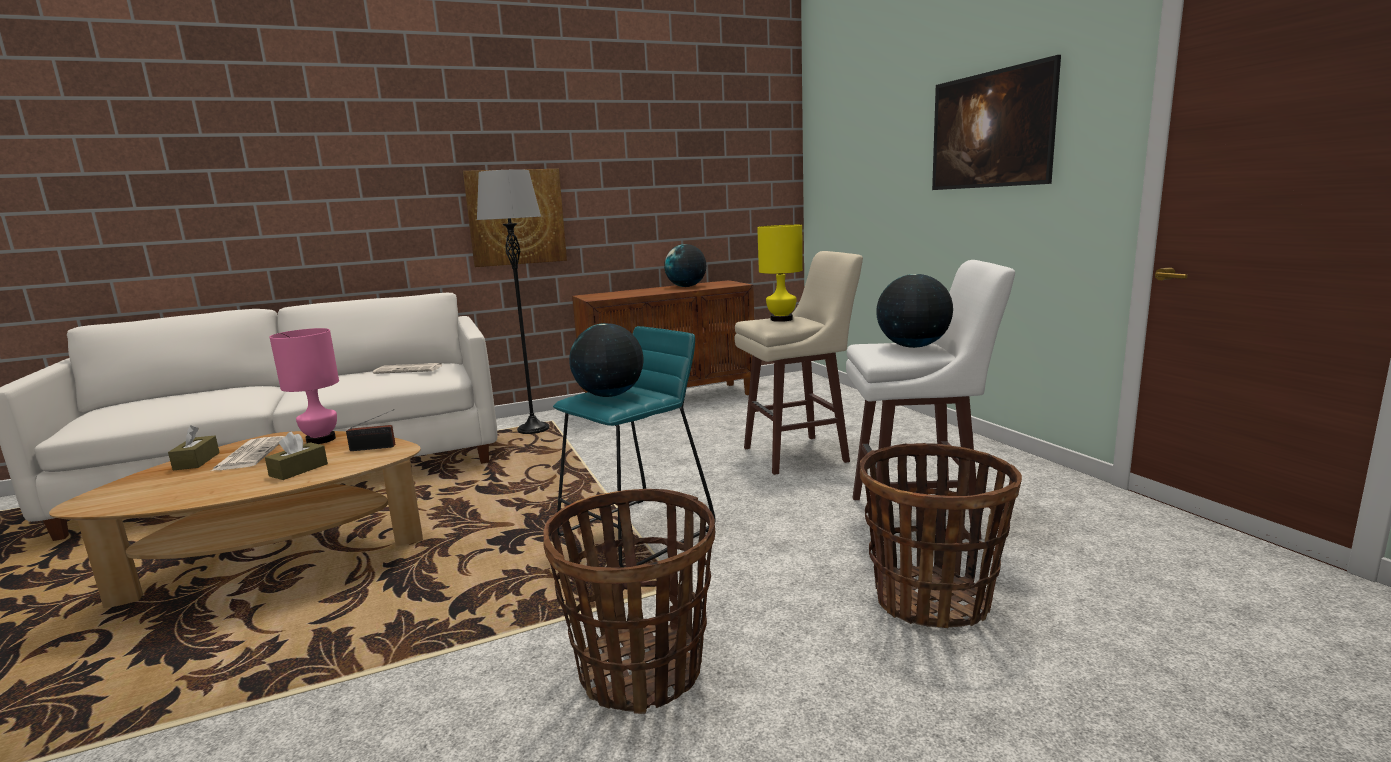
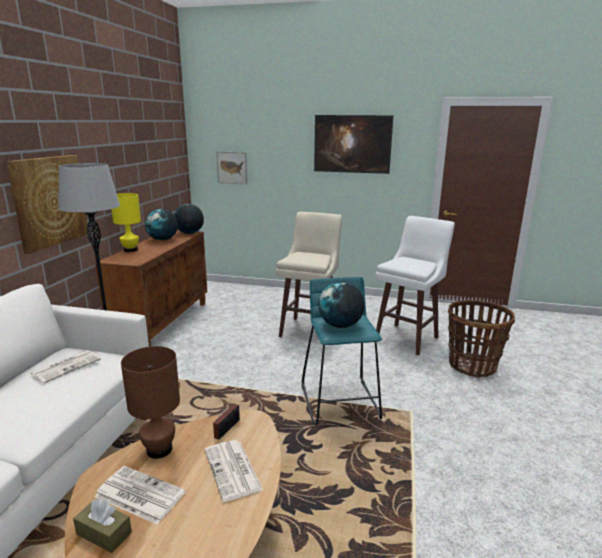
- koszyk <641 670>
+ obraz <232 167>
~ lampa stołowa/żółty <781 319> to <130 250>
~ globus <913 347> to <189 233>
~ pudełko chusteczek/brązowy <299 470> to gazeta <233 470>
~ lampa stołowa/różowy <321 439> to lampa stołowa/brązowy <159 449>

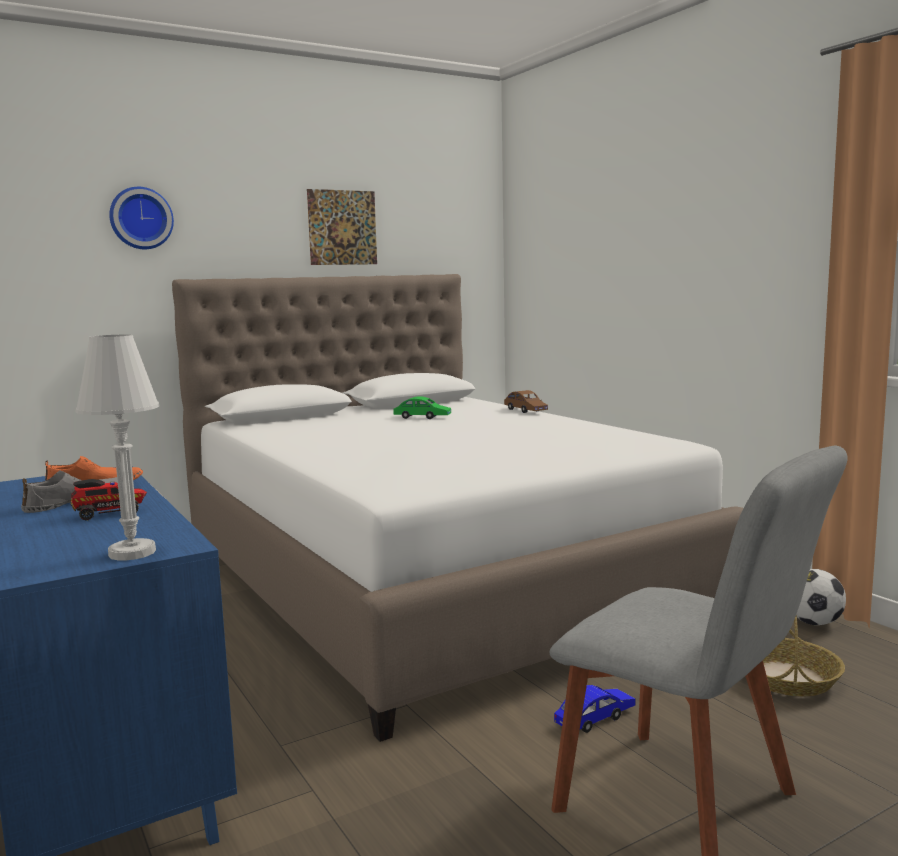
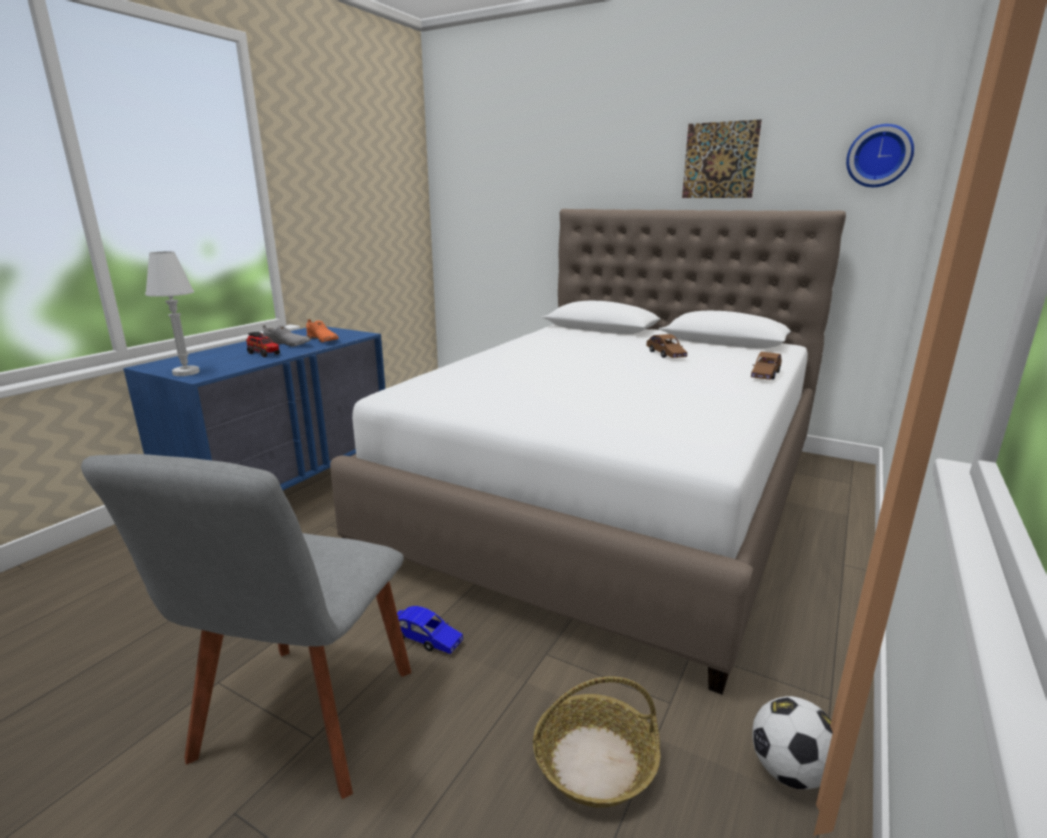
~ zegar ścienny <140 218> to <879 156>
~ samochodzik/zielony <422 417> to samochodzik/brązowy <665 354>

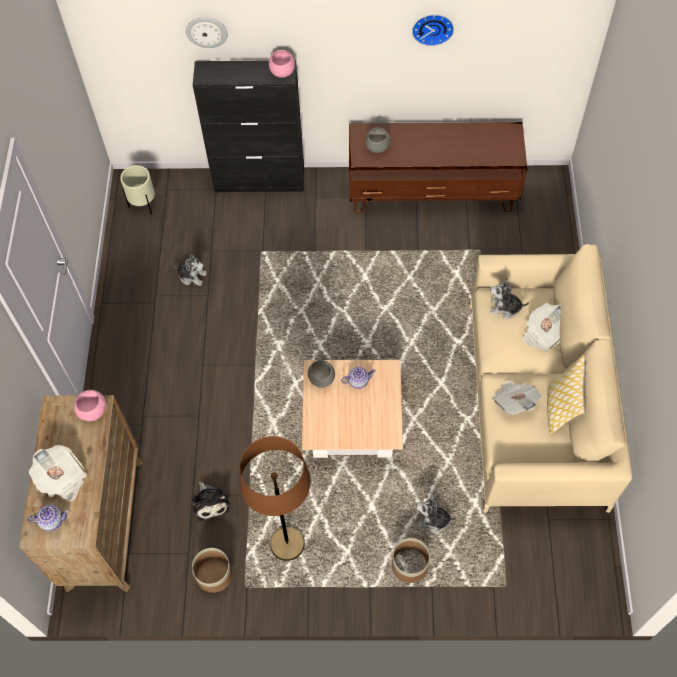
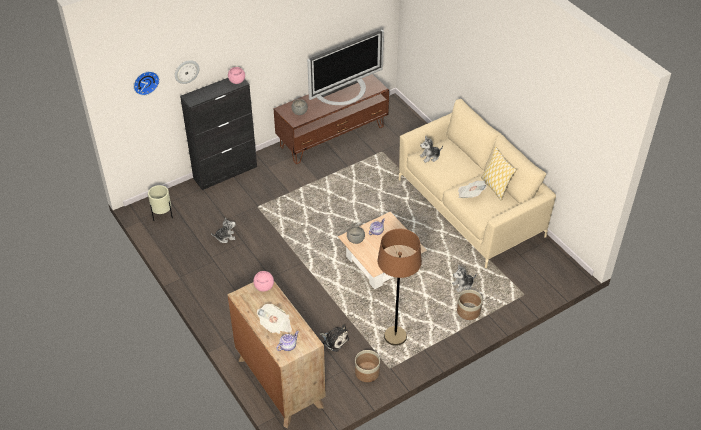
- gazeta <543 333>
+ telewizor <343 92>
~ zegar ścienny <432 27> to <145 82>

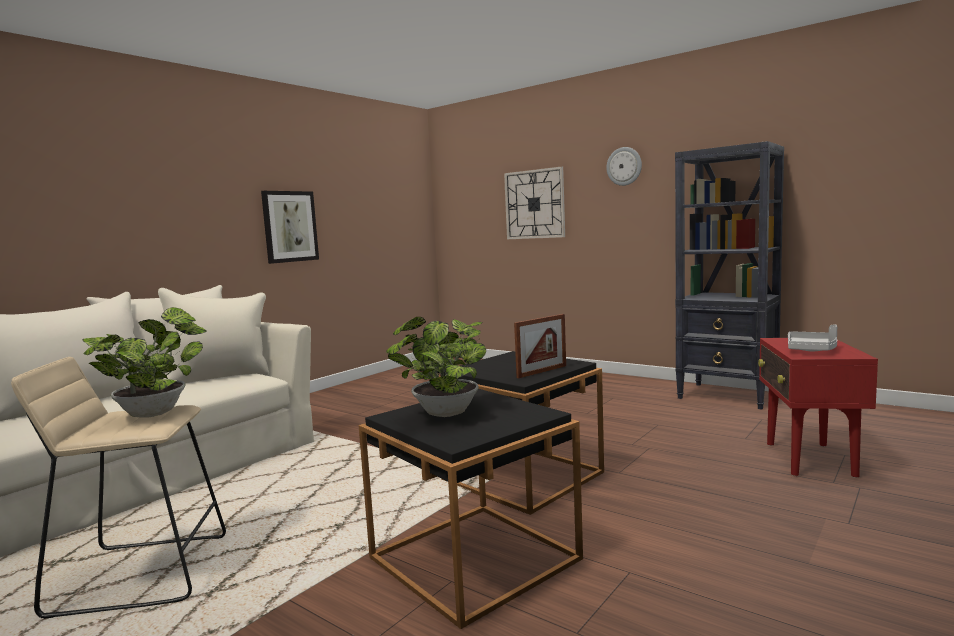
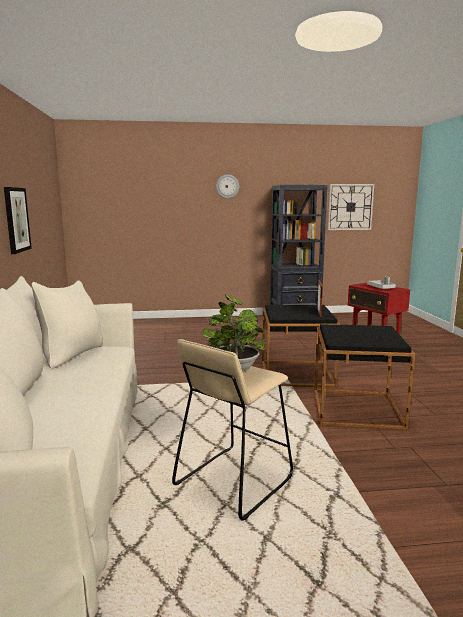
- roślina doniczkowa <443 414>
~ zegar ścienny <534 204> to <350 207>

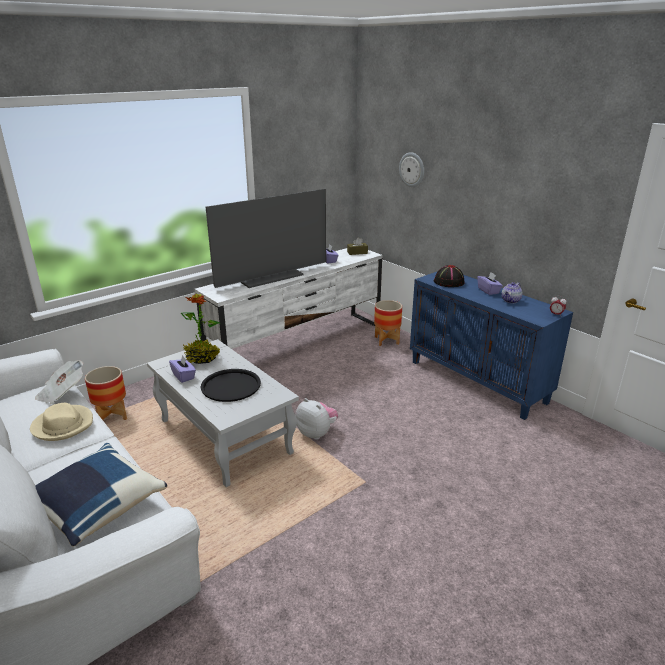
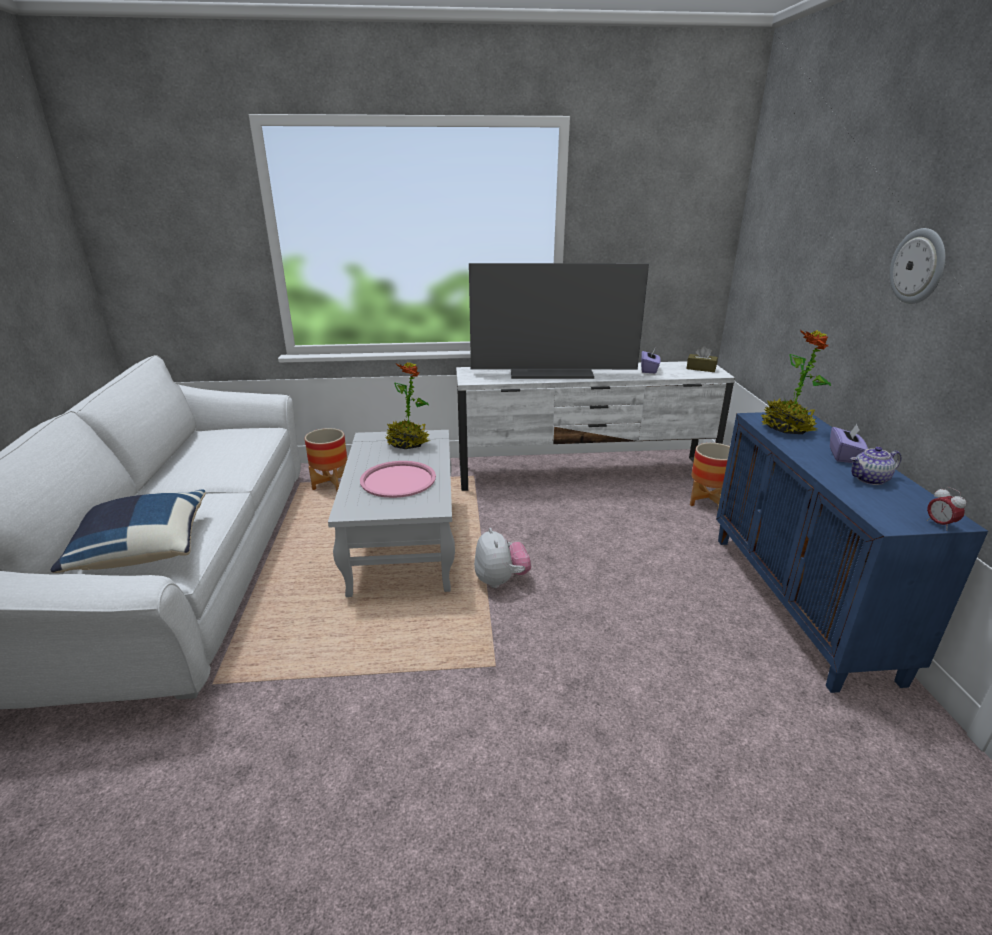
- kapelusz/beżowy <63 425>
- gazeta <62 393>
- pudełko chusteczek/fioletowy <184 376>
~ zegar ścienny <412 169> to <918 266>
~ kapelusz/czarny <448 282> to roślina doniczkowa <787 429>
~ taca/czarny <231 386> to taca/różowy <398 480>

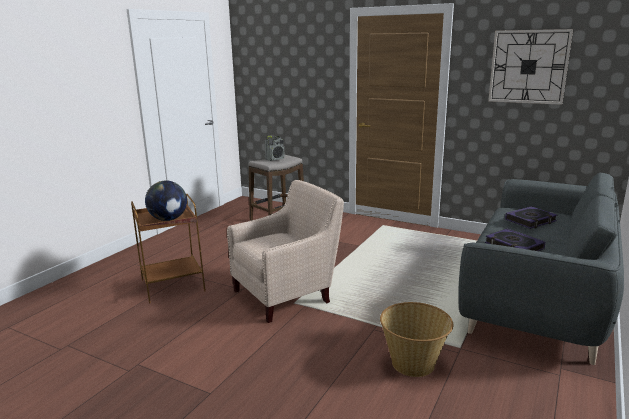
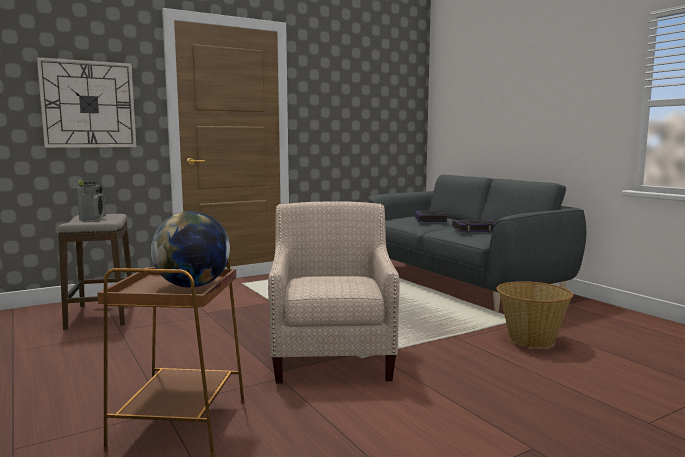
~ zegar ścienny <528 67> to <88 104>

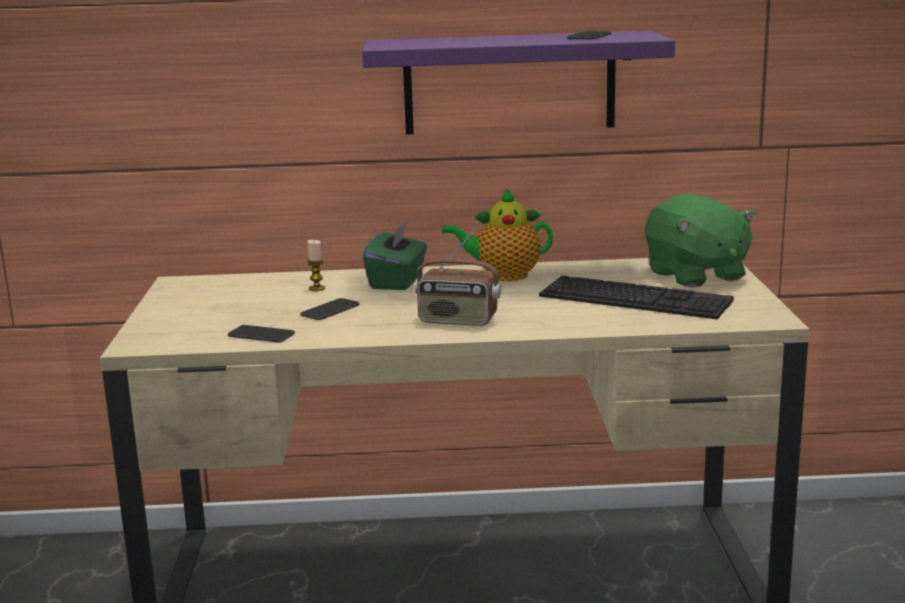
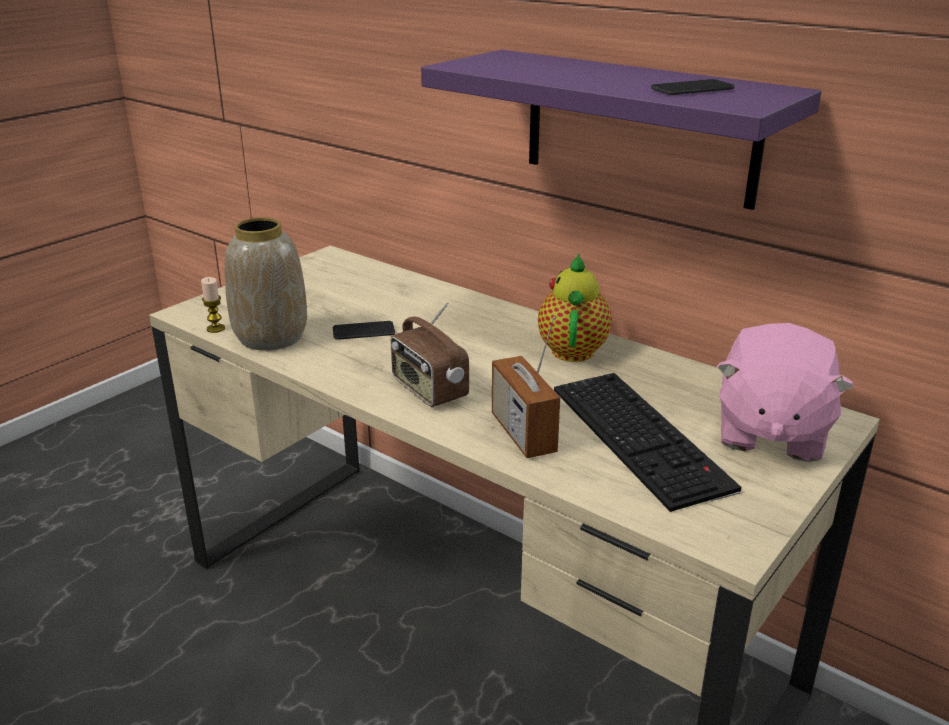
- pudełko chusteczek/zielony <397 281>
+ radio <523 434>
~ świeca <317 288> to <216 328>
~ telefon <261 335> to wazon <270 338>
~ pluszak/zielony <695 275> to pluszak/różowy <769 432>
~ imbryk <503 276> = <573 348> 60 degrees clockwise

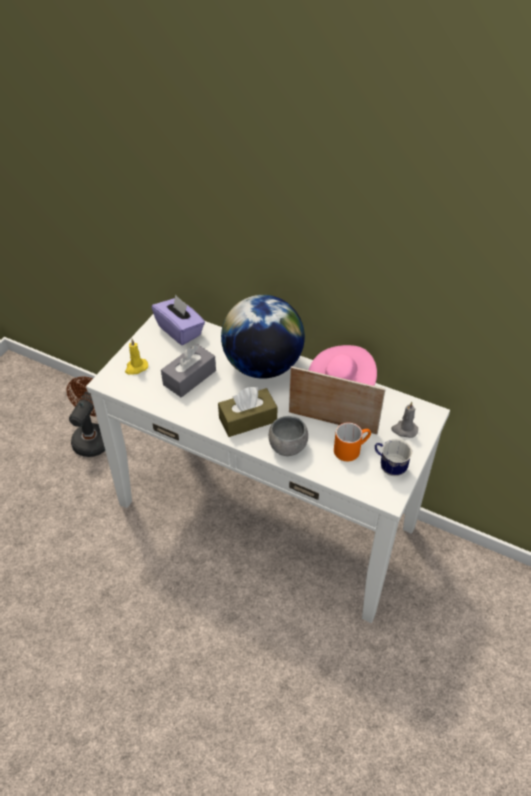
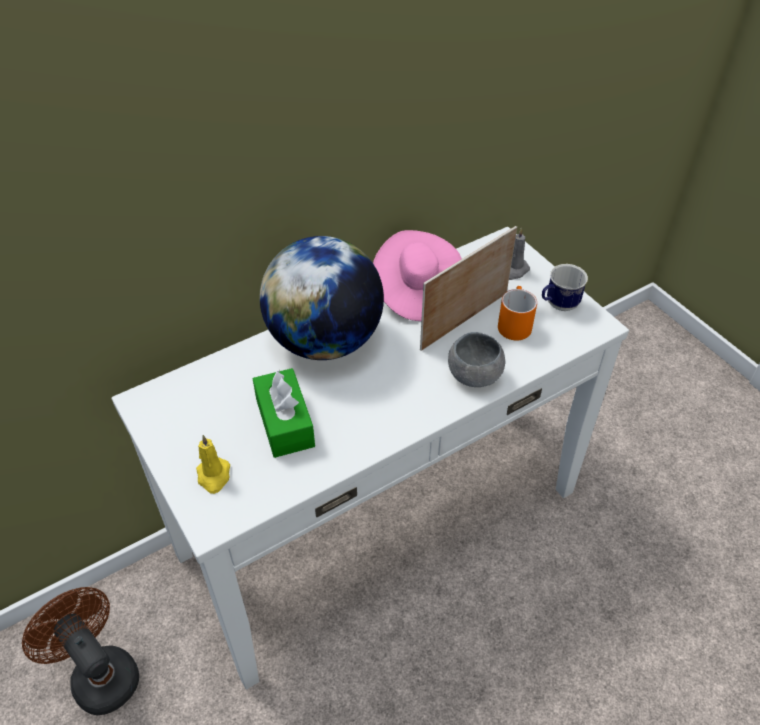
- pudełko chusteczek/fioletowy <180 330>
- pudełko chusteczek/brązowy <248 419>
~ pudełko chusteczek/szary <189 377> to pudełko chusteczek/zielony <285 422>

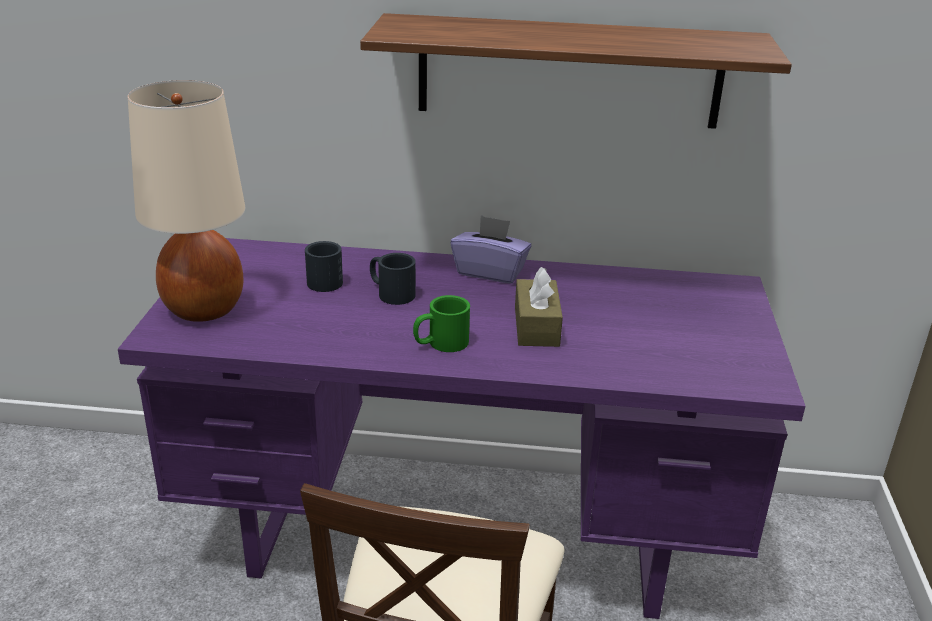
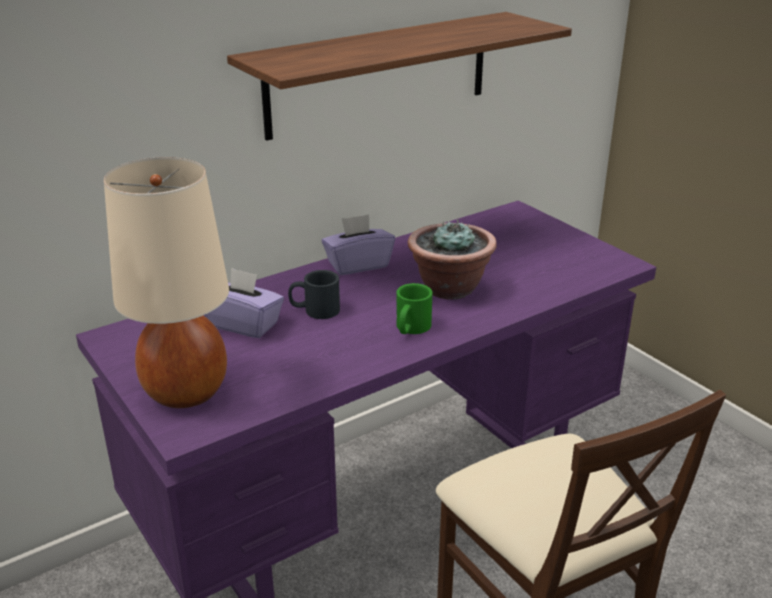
~ kubek/czarny <322 279> to pudełko chusteczek/fioletowy <244 324>
~ pudełko chusteczek/brązowy <536 326> to roślina doniczkowa <449 288>

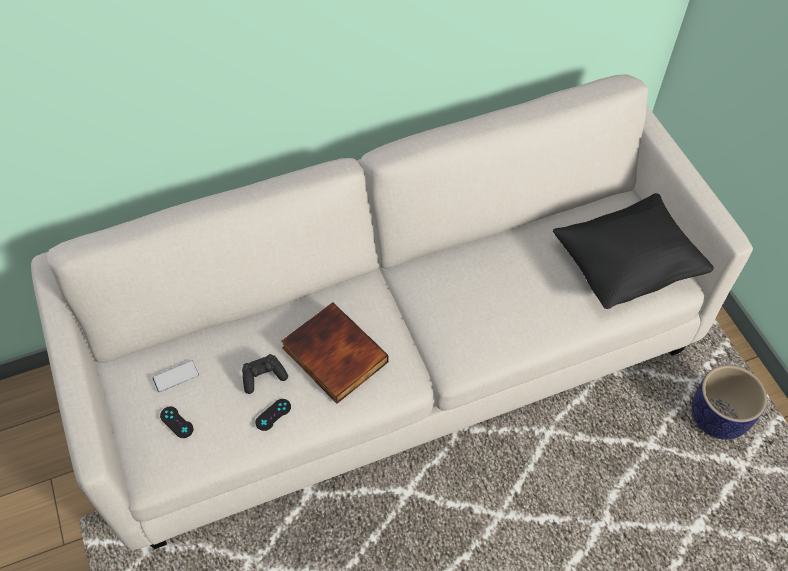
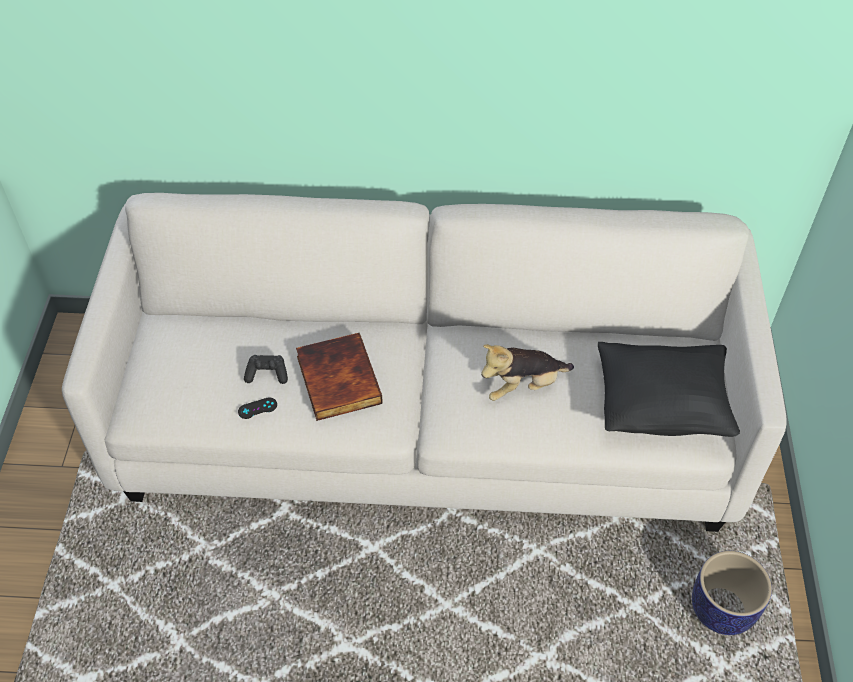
- telefon <175 376>
- pad do gier/czarny <176 422>
+ pluszak <522 386>

